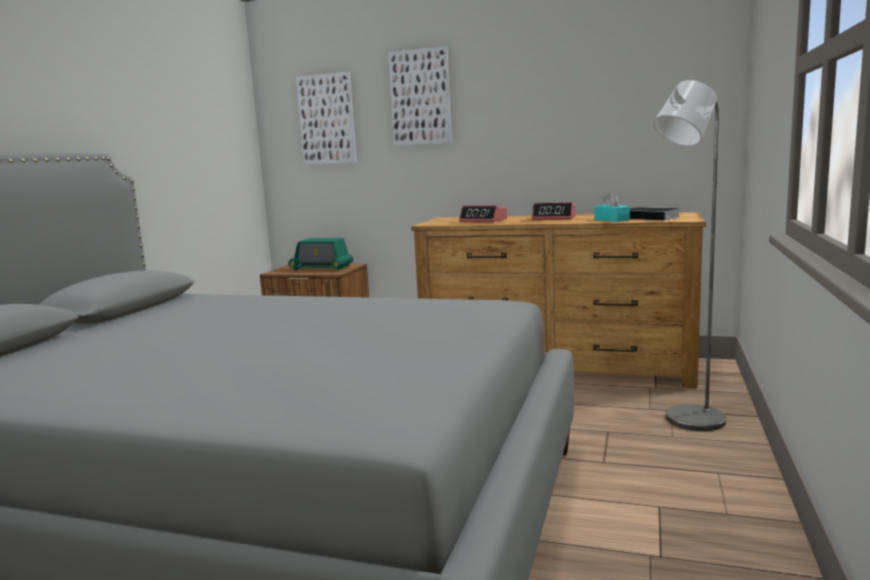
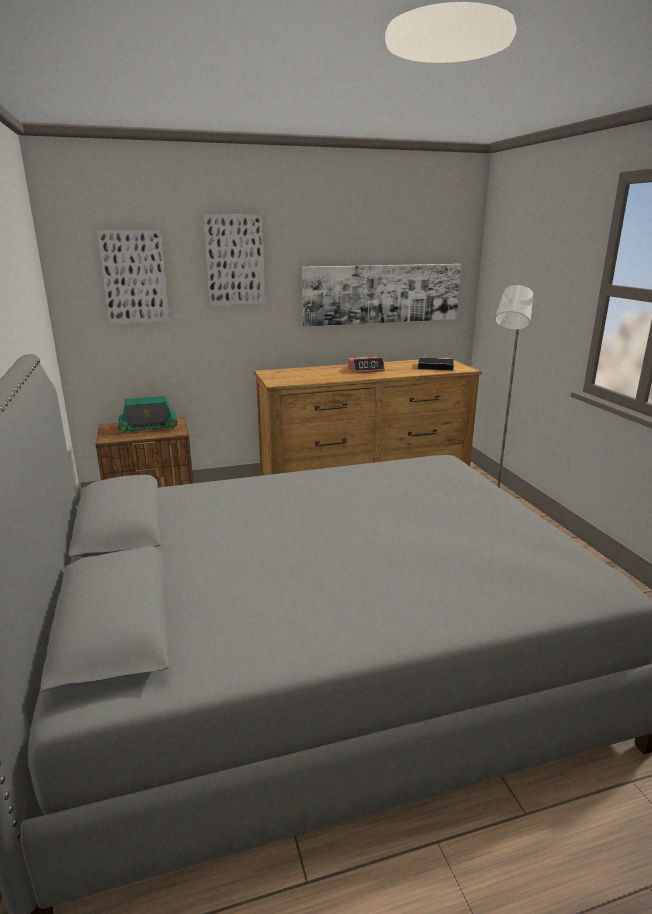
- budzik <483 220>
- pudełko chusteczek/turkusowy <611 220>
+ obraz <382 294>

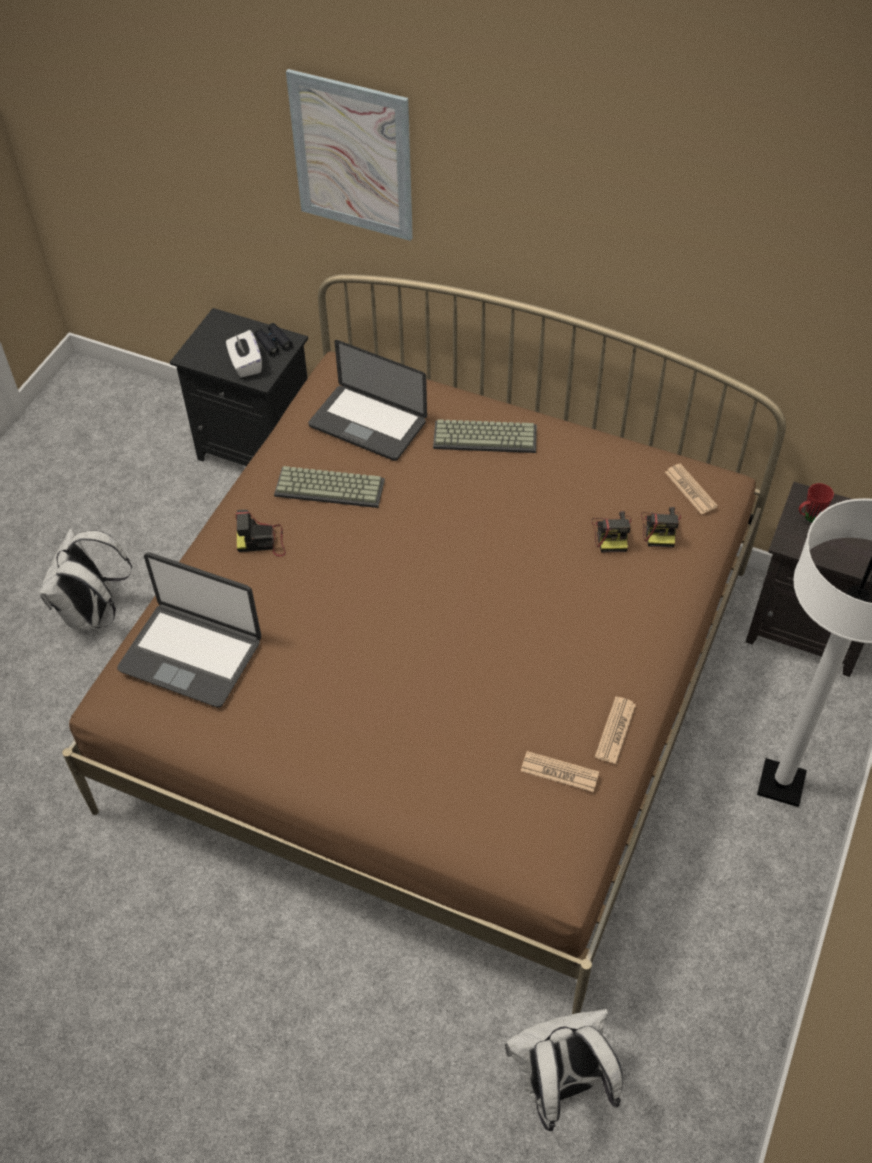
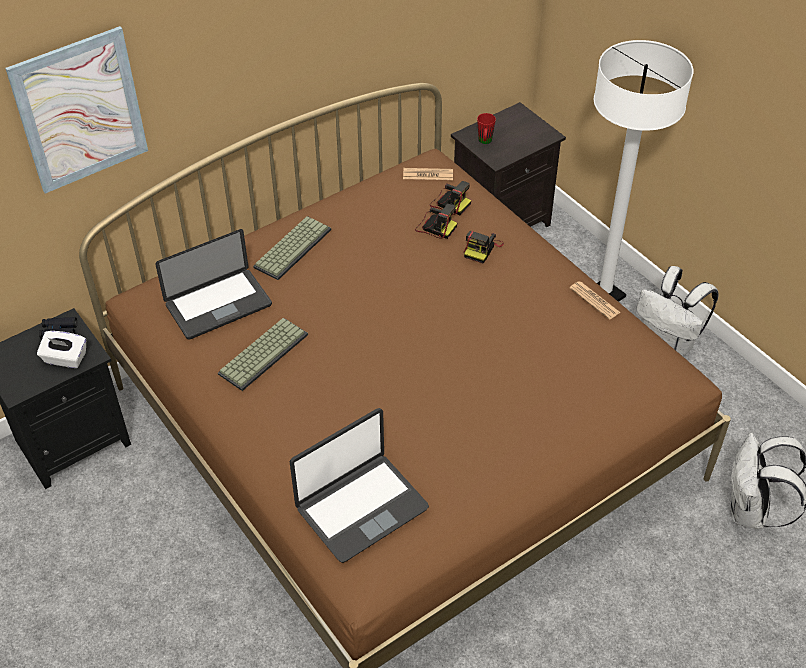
- gazeta <559 772>
~ plecak/biały <93 613> to <668 345>
~ aparat fotograficzny <262 541> to <482 249>

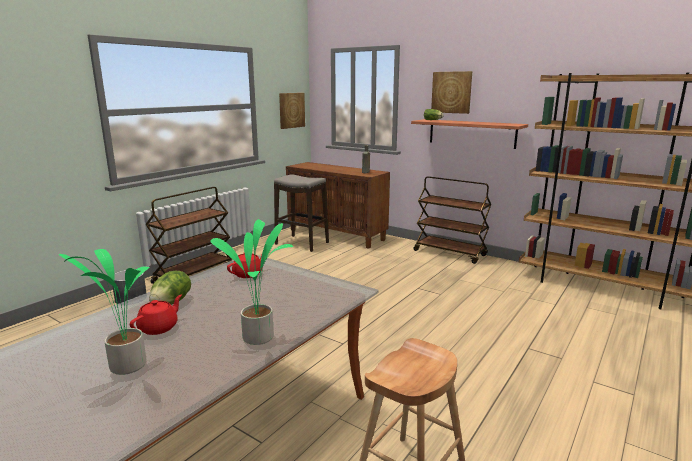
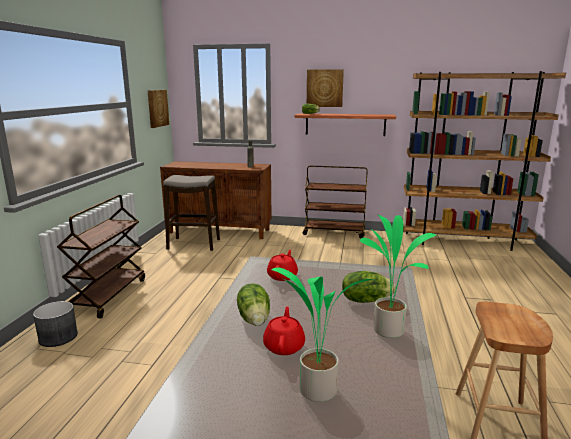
+ sałata <365 300>

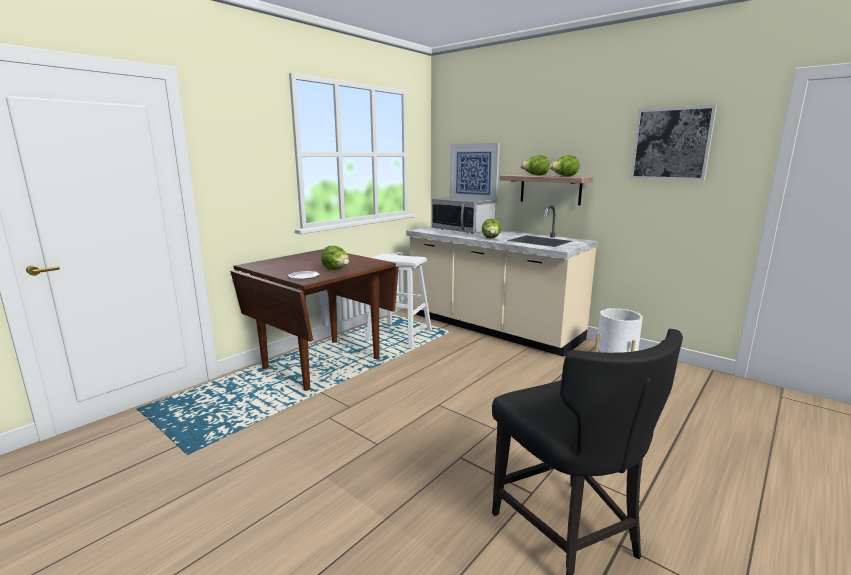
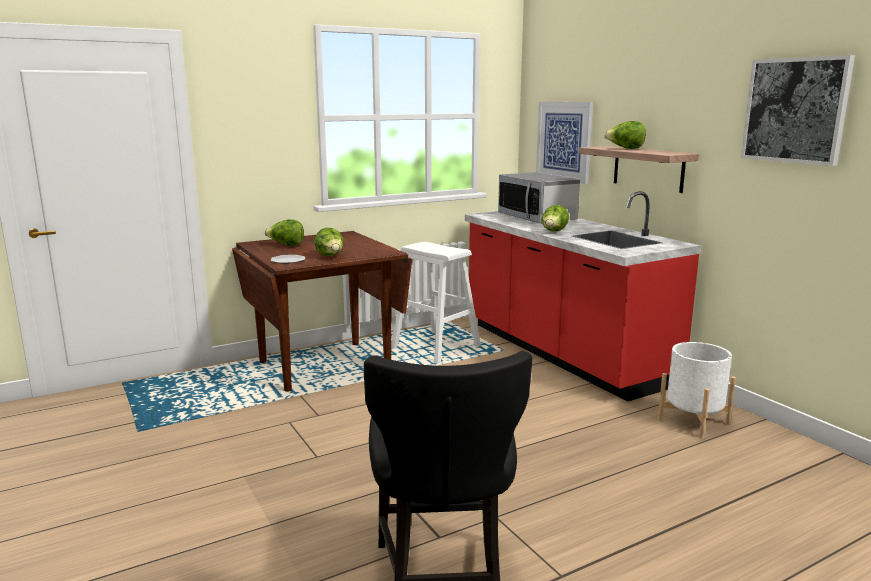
~ sałata <564 176> to <286 245>
~ zabudowa kuchenna/beżowy <491 327> to zabudowa kuchenna/czerwony <562 353>

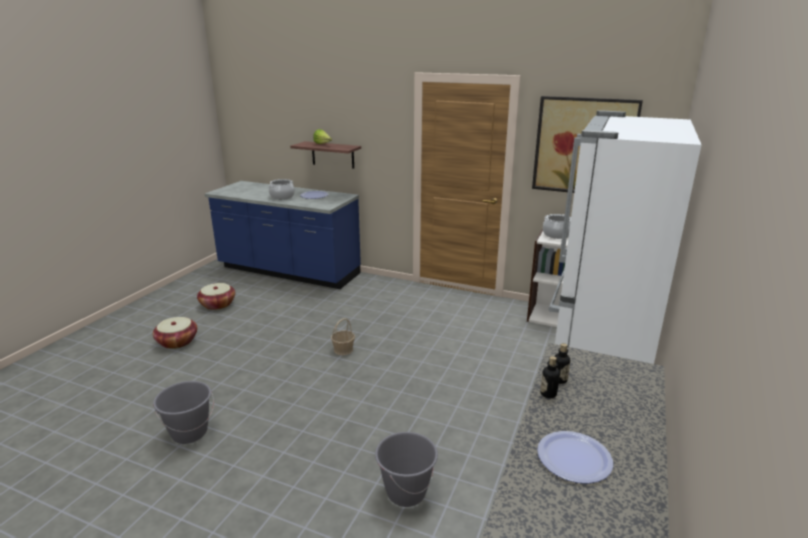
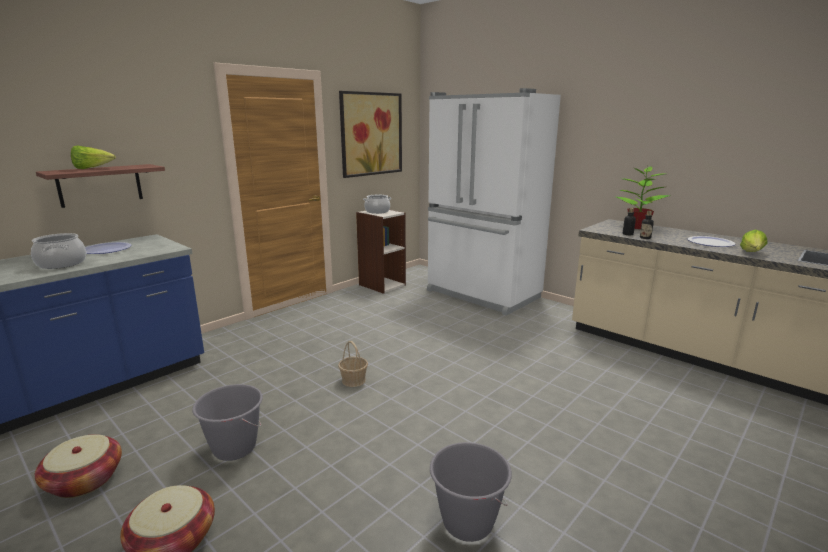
+ roślina doniczkowa <637 227>
+ sałata <752 253>
~ wiadro/szary <406 492> to <234 448>

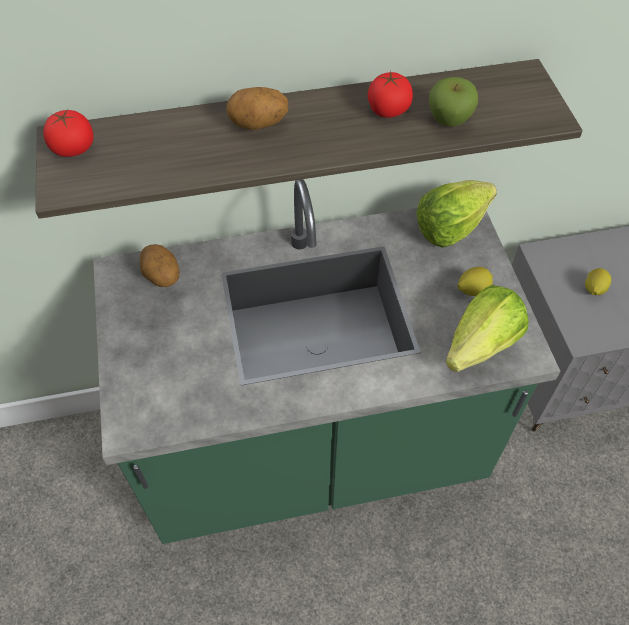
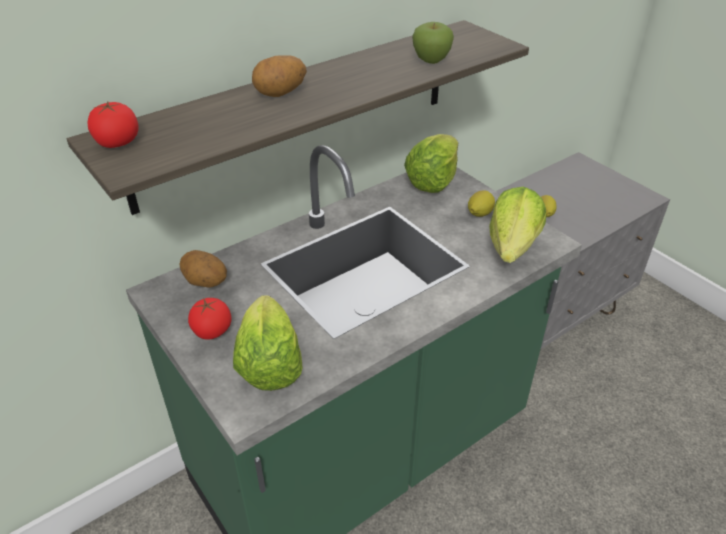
+ sałata <269 363>
~ pomidor <388 110> to <212 331>

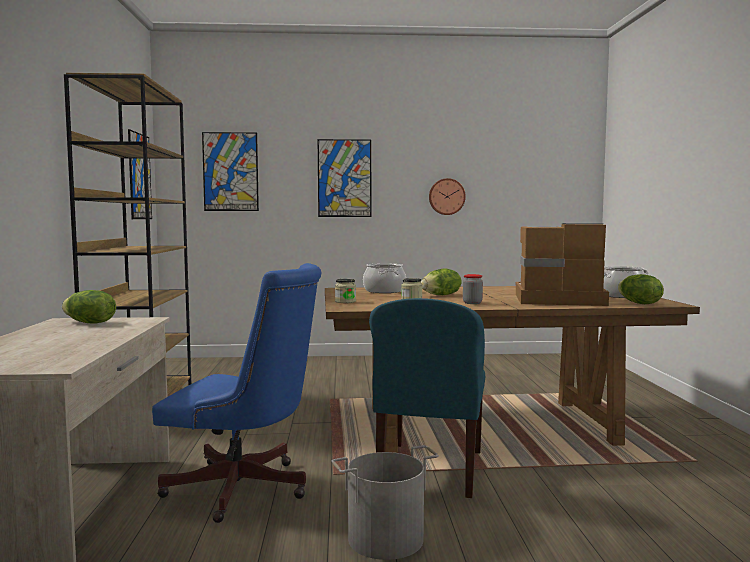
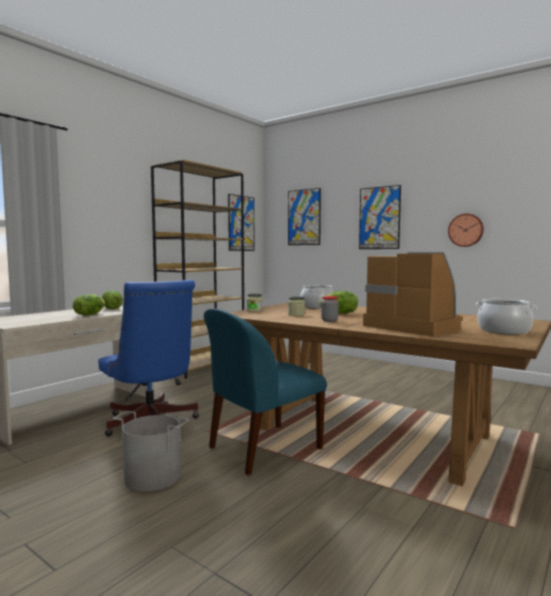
~ sałata <638 303> to <89 315>

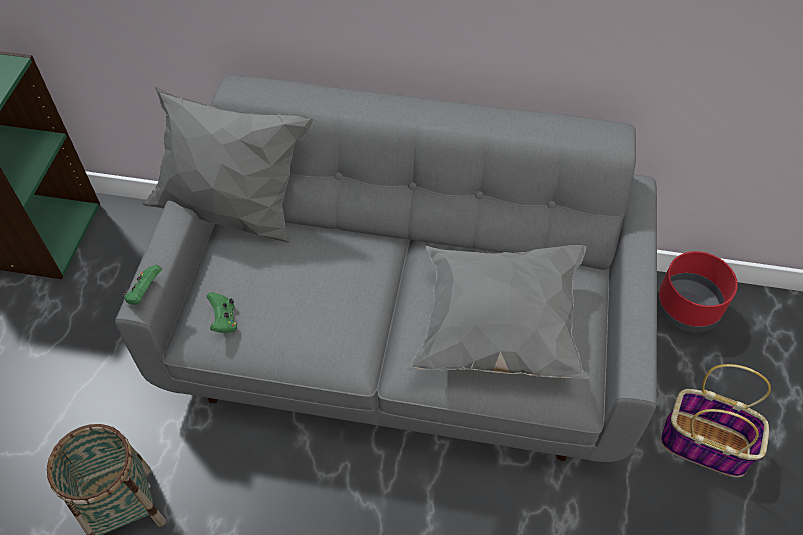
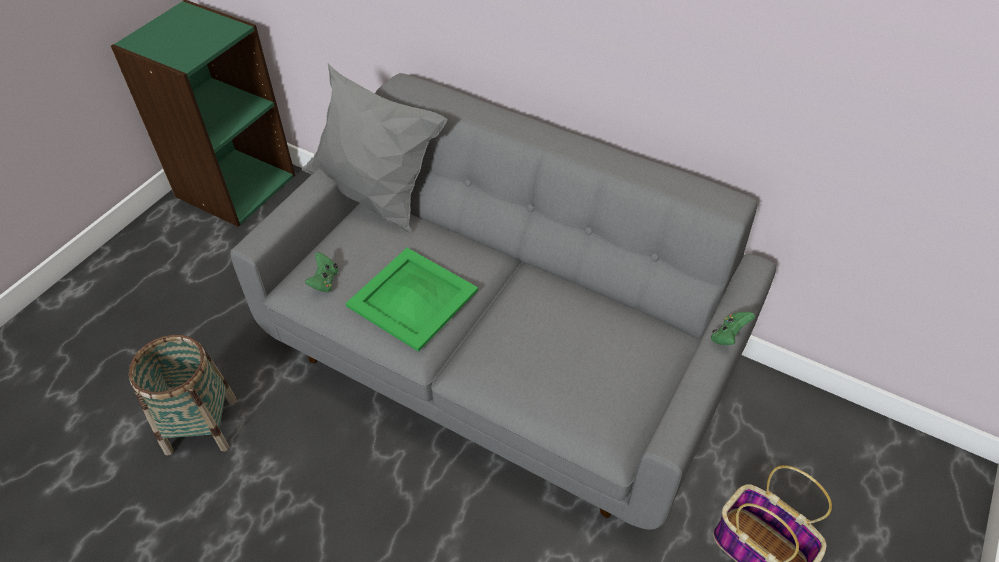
- poduszka/szary <496 330>
- donica/czerwony <687 308>
+ taca/zielony <412 297>
~ pad do gier/zielony <145 293> to <728 336>

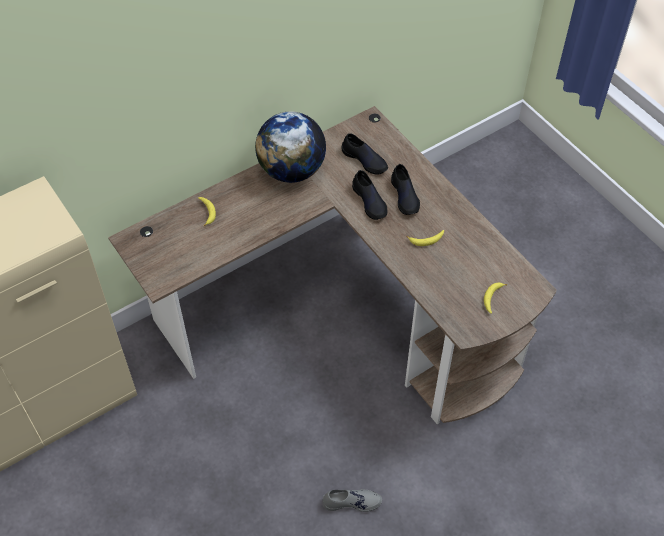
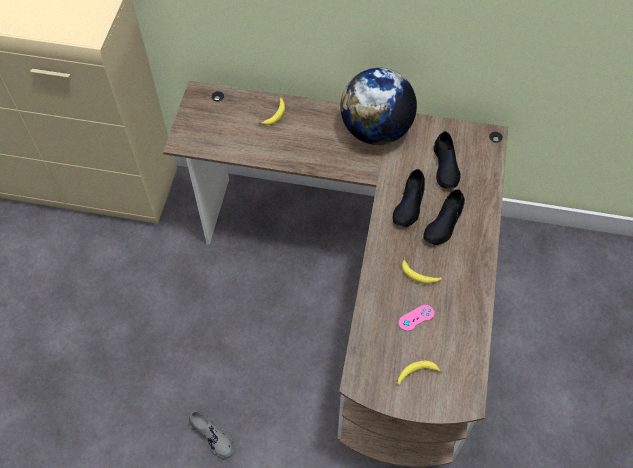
+ pad do gier/różowy <416 318>

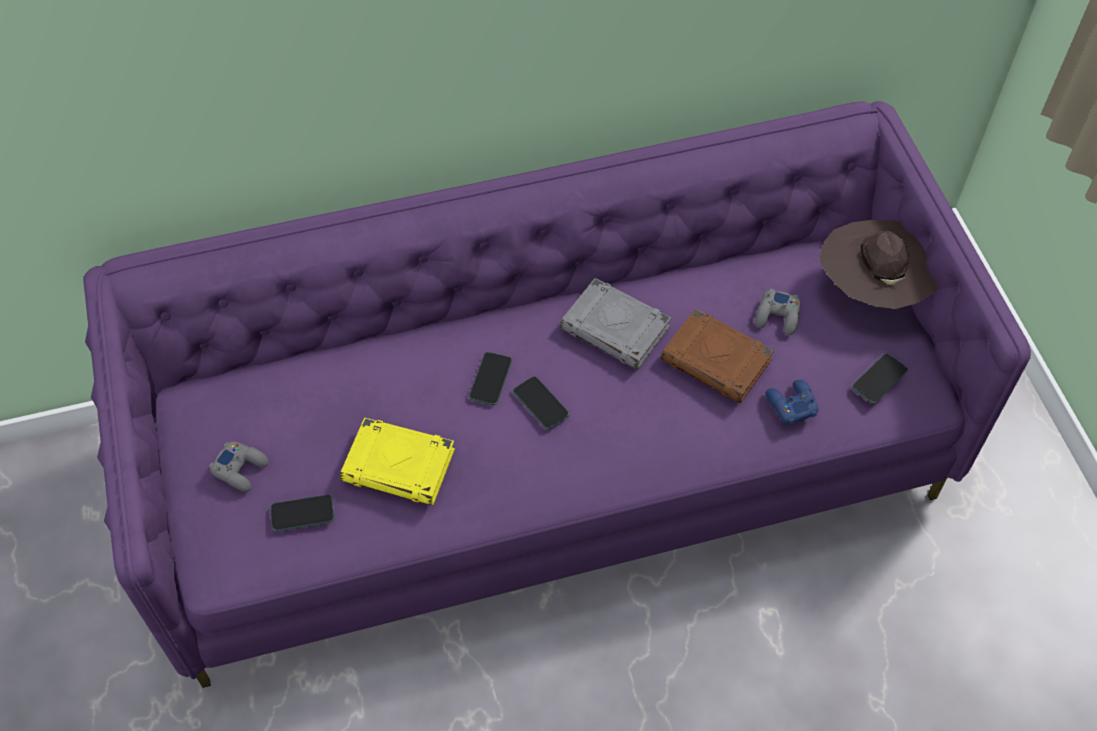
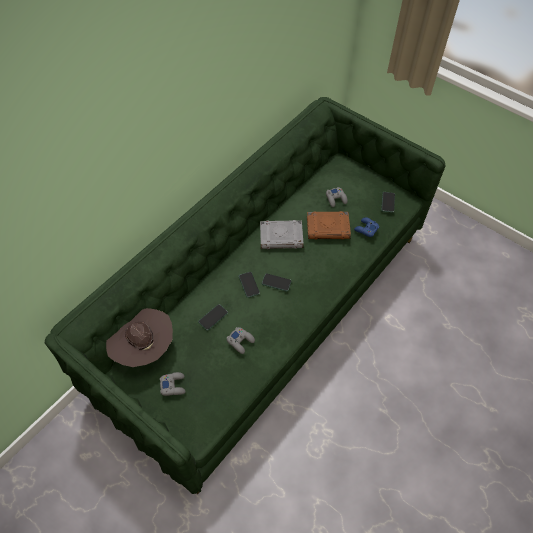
~ telefon <302 513> to <213 317>
~ kapelusz/brązowy <873 289> to <144 348>
~ książka/żółty <400 466> to pad do gier/szary <241 341>
~ kanapa/fioletowy <548 461> to kanapa/zielony <266 311>

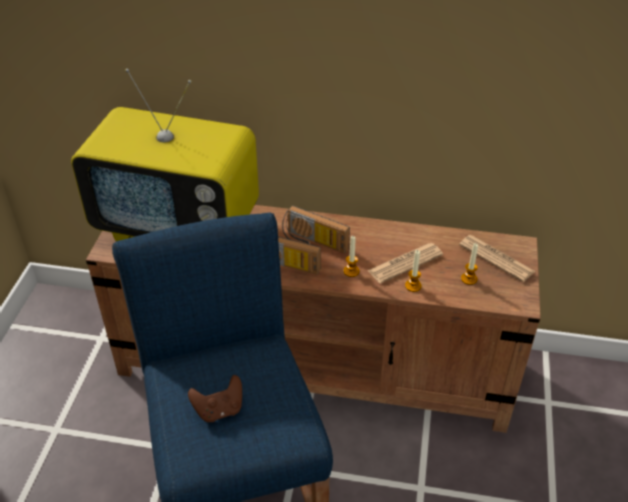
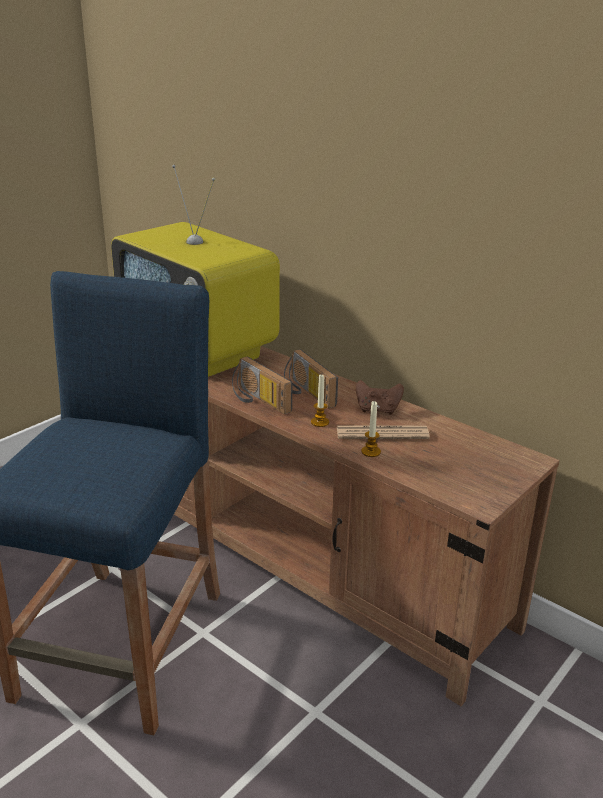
- gazeta <496 258>
- świeca <469 279>
~ pad do gier/brązowy <219 410> to <377 410>

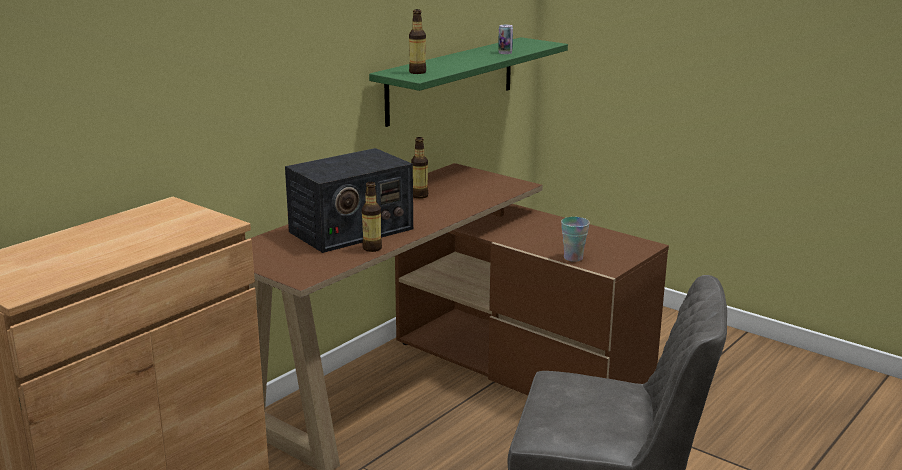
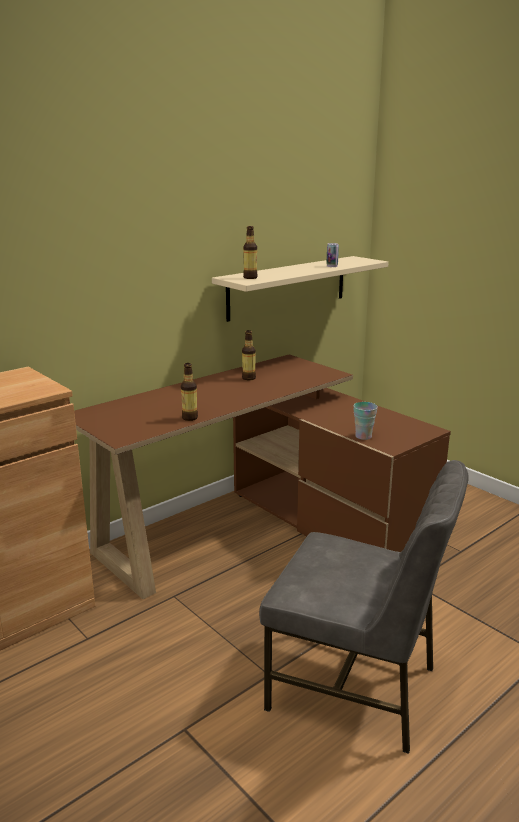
- radio <350 230>
~ półka/zielony <451 80> to półka/beżowy <288 287>

